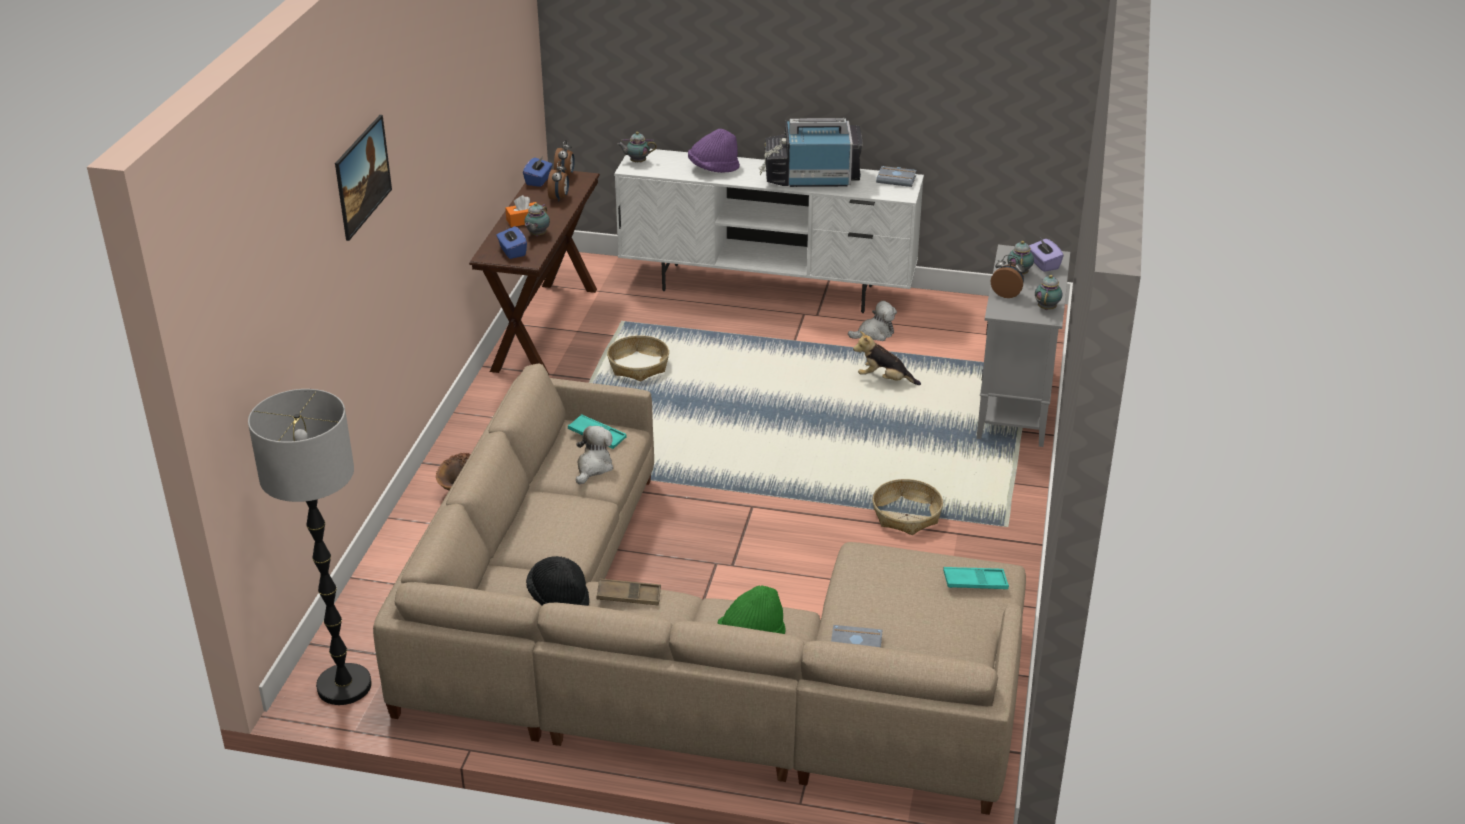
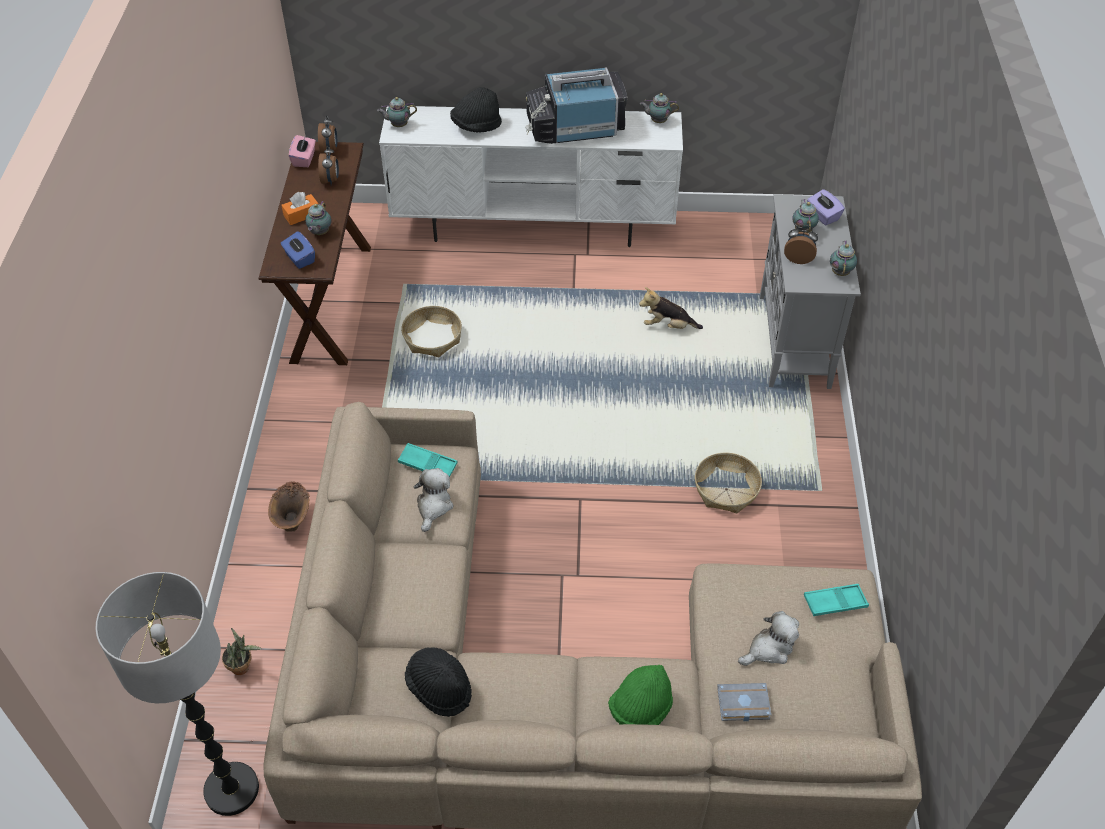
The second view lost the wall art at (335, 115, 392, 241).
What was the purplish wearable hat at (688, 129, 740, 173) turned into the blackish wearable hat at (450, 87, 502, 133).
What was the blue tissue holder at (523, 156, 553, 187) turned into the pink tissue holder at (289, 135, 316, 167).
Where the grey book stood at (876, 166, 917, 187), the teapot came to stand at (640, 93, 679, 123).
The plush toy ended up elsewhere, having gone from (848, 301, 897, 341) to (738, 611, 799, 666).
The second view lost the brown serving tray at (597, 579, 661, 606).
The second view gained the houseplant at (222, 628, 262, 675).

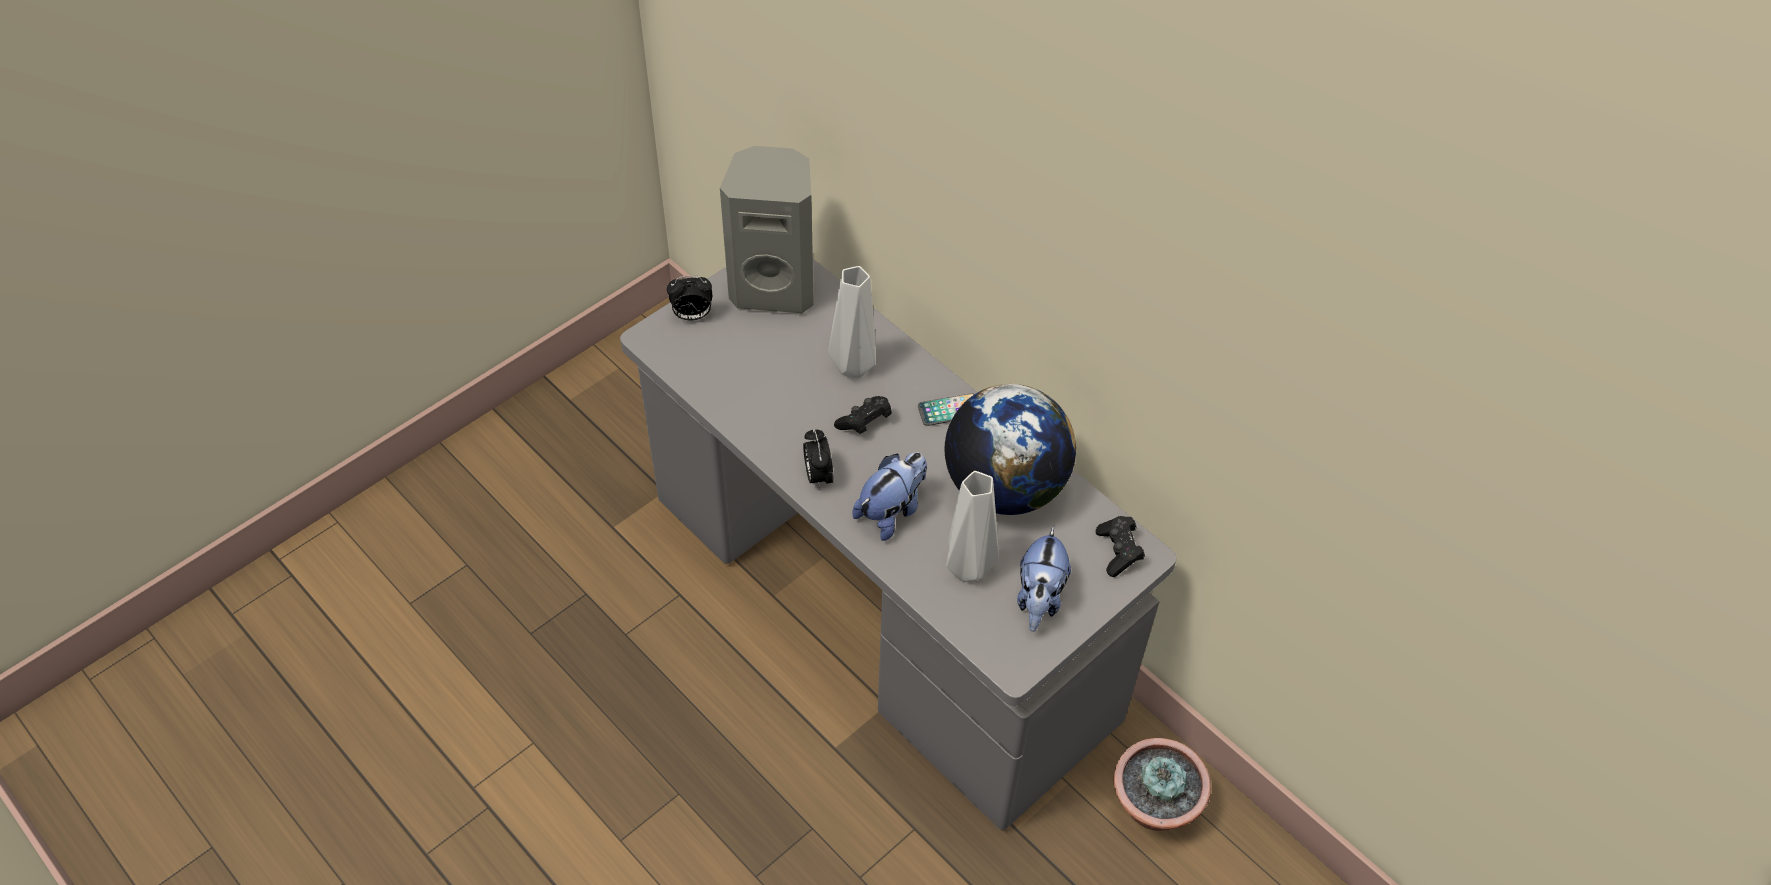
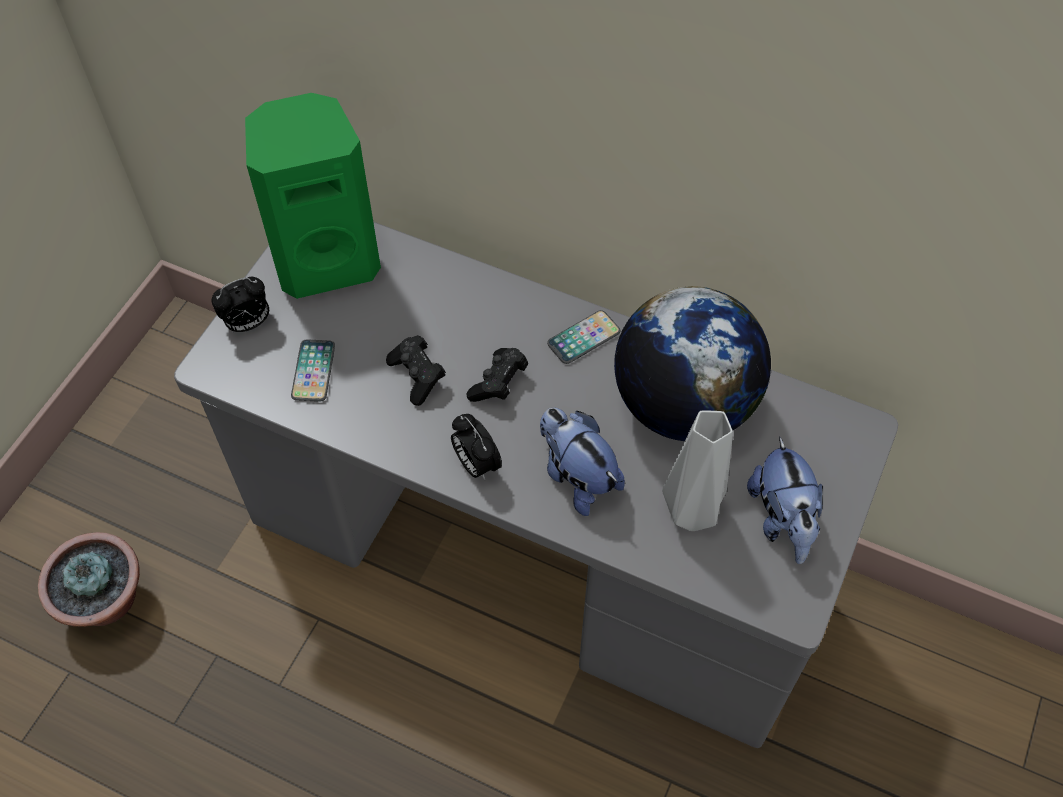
What was the grey speaker at (720, 146, 814, 313) turned into the green-coloured speaker at (245, 93, 381, 299).
The second view lost the grey vase at (828, 266, 875, 378).
The plush toy at (853, 452, 927, 541) ended up facing another way, 60 degrees counterclockwise from before.
The blackish gamepad ended up elsewhere, having gone from (1096, 516, 1145, 577) to (386, 335, 446, 406).
The houseplant ended up elsewhere, having gone from (1113, 738, 1211, 831) to (38, 532, 140, 627).
The second view gained the telephone at (291, 339, 335, 402).

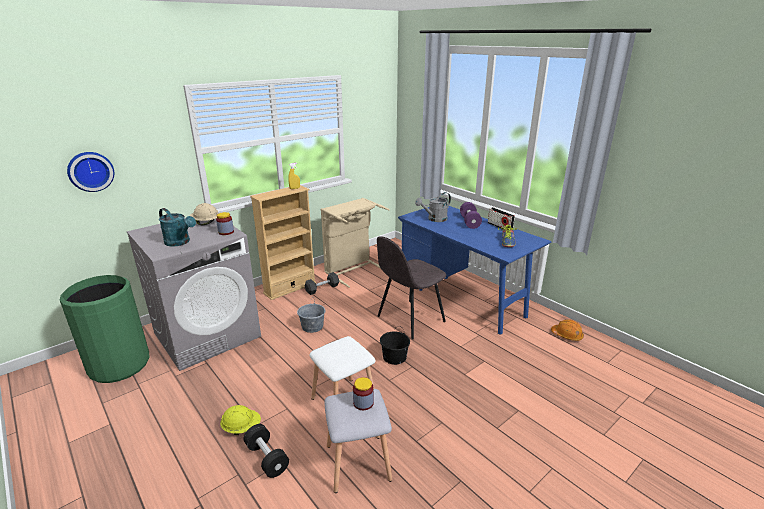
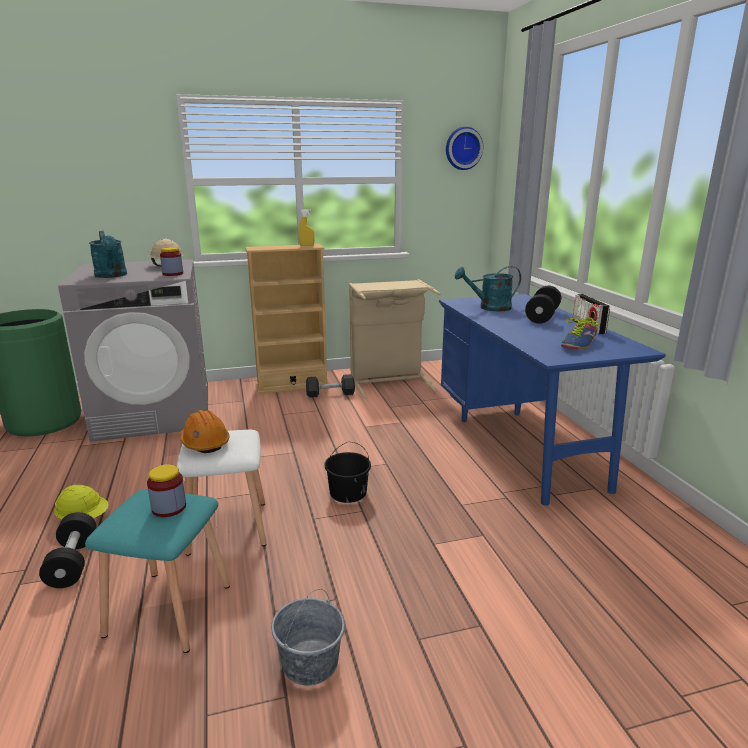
The clock on the wall ended up elsewhere, having gone from (67, 152, 114, 192) to (446, 127, 483, 170).
What was the grey watering pot at (415, 192, 451, 222) turned into the turquoise watering pot at (455, 266, 521, 311).
What was the purplish hand weight at (460, 202, 482, 229) turned into the blackish hand weight at (525, 286, 561, 324).
The second view lost the grey plain chair at (377, 236, 446, 339).
The grey pail ended up elsewhere, having gone from (297, 297, 325, 333) to (271, 589, 345, 685).
The orange work helmet ended up elsewhere, having gone from (551, 319, 584, 341) to (180, 410, 230, 453).
What was the grey stool seat at (324, 389, 392, 493) turned into the turquoise stool seat at (85, 489, 230, 653).

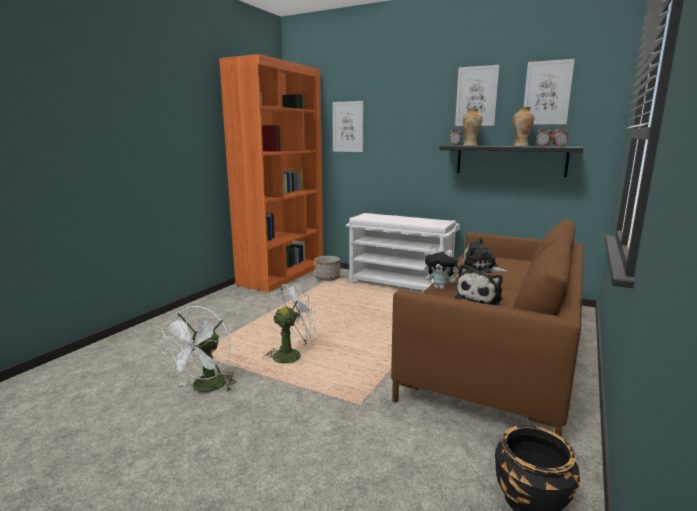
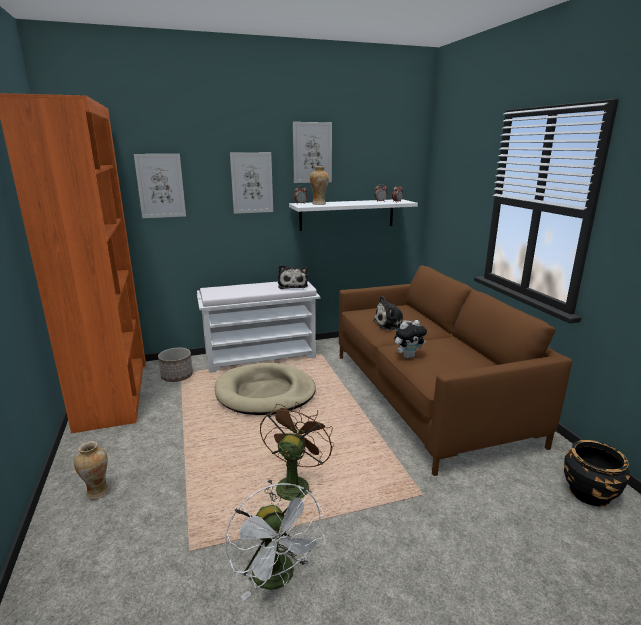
The wall art ended up elsewhere, having gone from (524, 59, 575, 125) to (230, 152, 273, 214).
The vase ended up elsewhere, having gone from (513, 107, 534, 146) to (74, 441, 110, 500).
What was the blackish shelf at (439, 145, 583, 177) turned into the white shelf at (289, 199, 418, 231).
The plush toy ended up elsewhere, having gone from (454, 264, 503, 306) to (278, 265, 308, 289).
What was the white fan at (263, 282, 318, 364) turned into the brown fan at (260, 402, 334, 506).
The second view gained the sand-coloured dog bed at (215, 363, 316, 415).

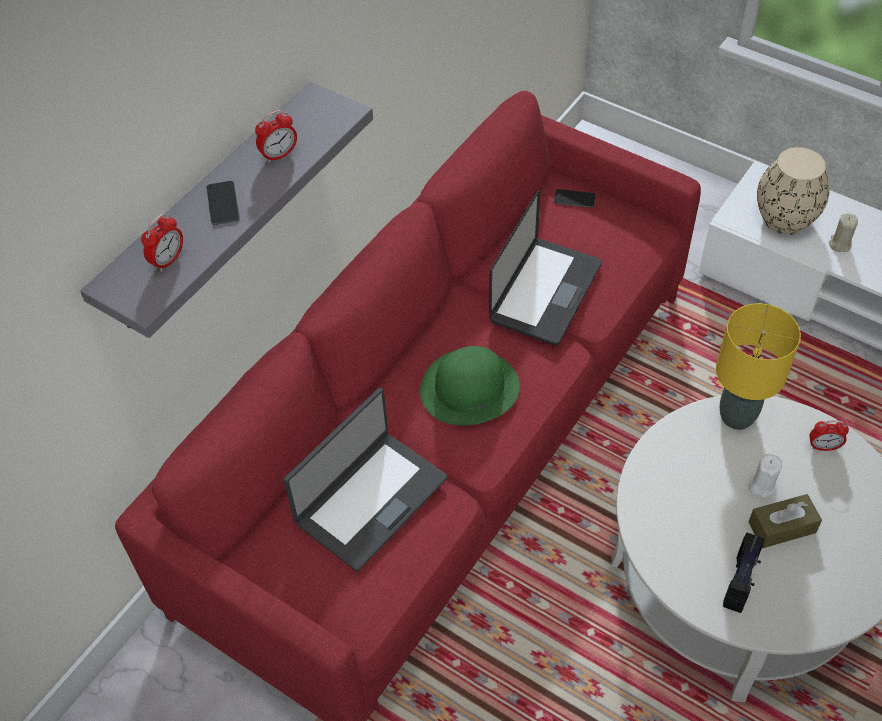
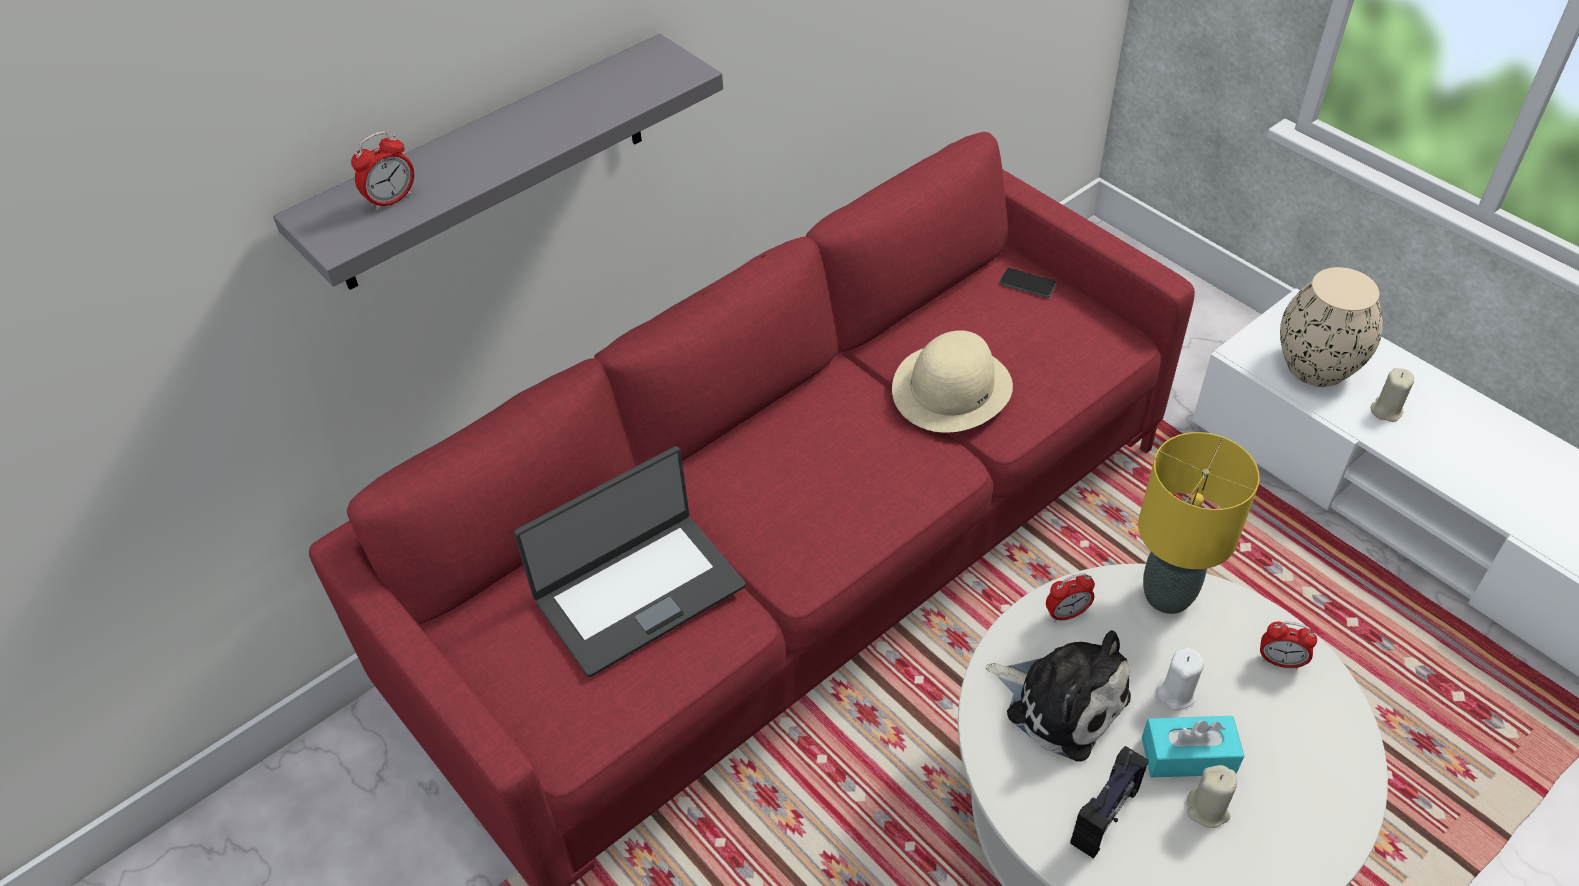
The table clock ended up elsewhere, having gone from (255, 110, 297, 163) to (1046, 573, 1095, 622).
The second view lost the telephone at (207, 181, 240, 225).
Where the laptop stood at (489, 189, 602, 346), the sand-coloured wearable hat came to stand at (892, 330, 1013, 433).
The second view lost the green-coloured wearable hat at (420, 346, 520, 425).
What was the brown tissue holder at (749, 494, 822, 548) turned into the turquoise tissue holder at (1142, 716, 1244, 778).
The second view gained the plush toy at (985, 630, 1131, 762).
The second view gained the sand-coloured candle at (1187, 765, 1237, 828).

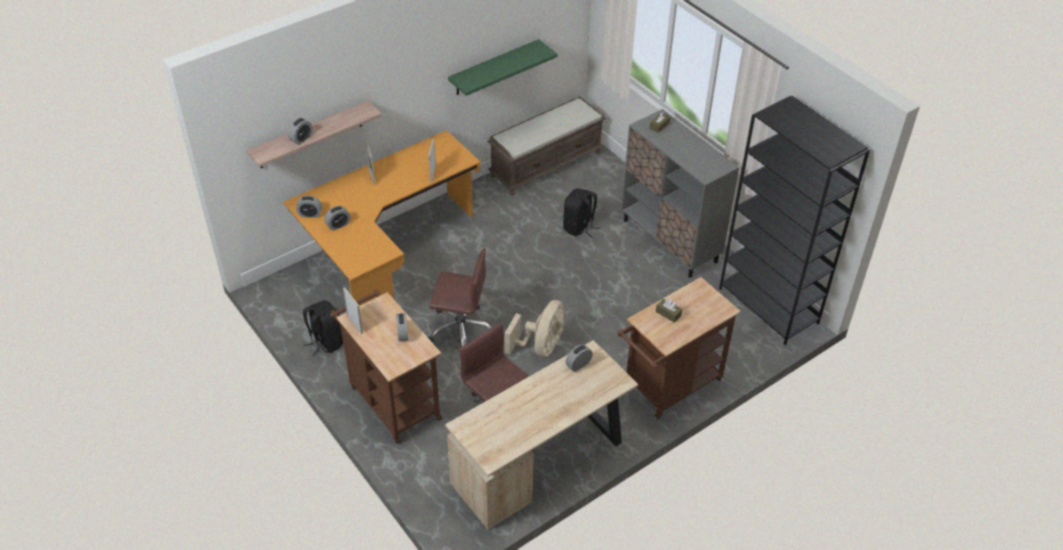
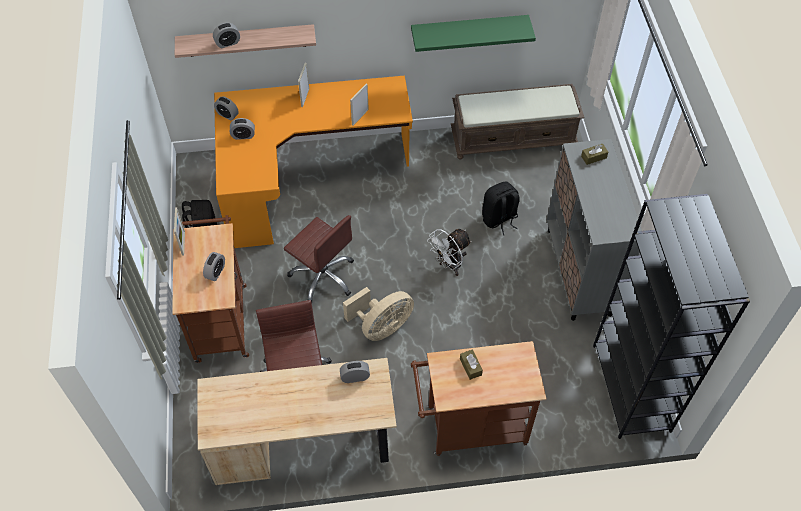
The second view gained the white fan at (427, 229, 472, 276).

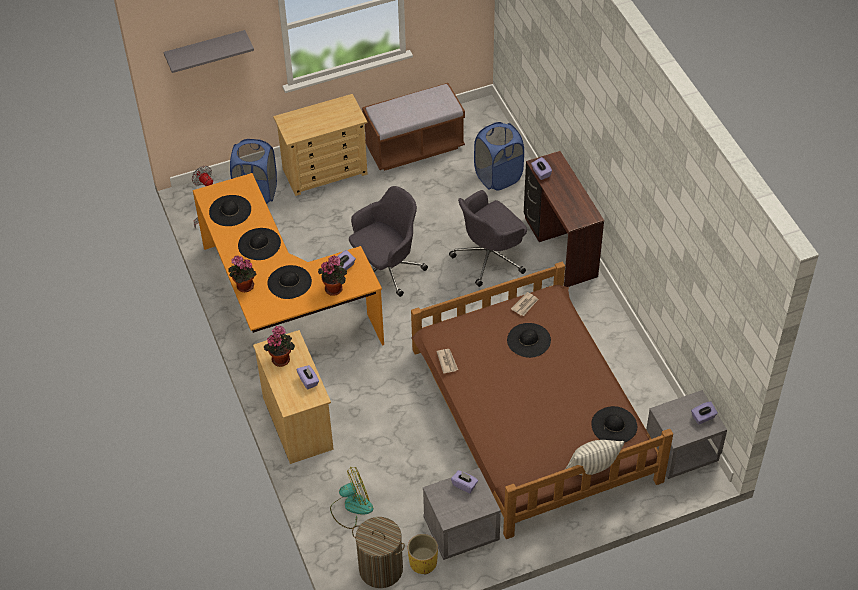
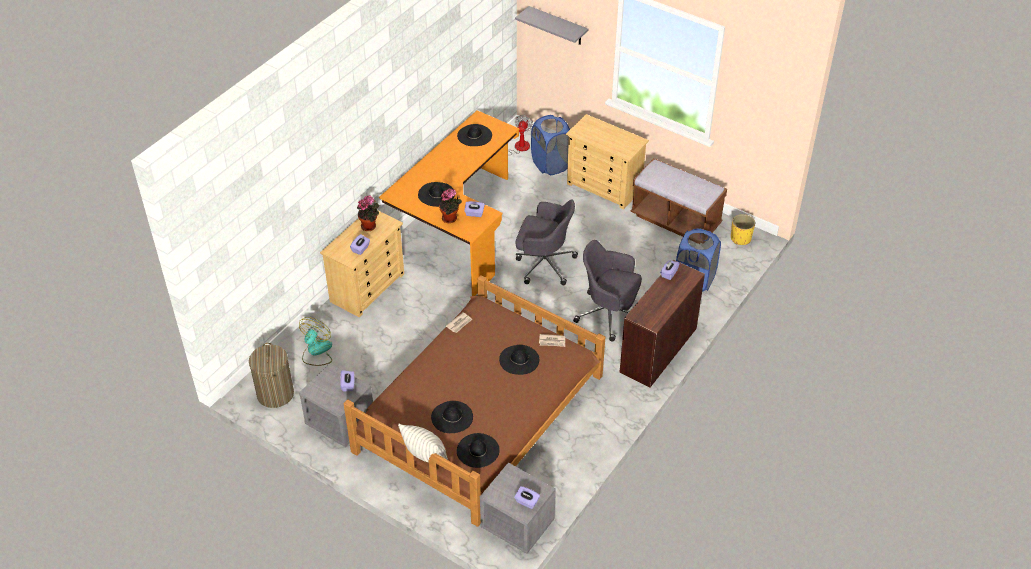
The blackish wearable hat ended up elsewhere, having gone from (238, 228, 281, 260) to (431, 401, 473, 433).
The second view lost the houseplant at (228, 256, 256, 292).
The fan at (330, 467, 373, 529) ended up facing another way, 105 degrees counterclockwise from before.
The yellowish plant pot ended up elsewhere, having gone from (408, 534, 438, 574) to (731, 214, 755, 245).

